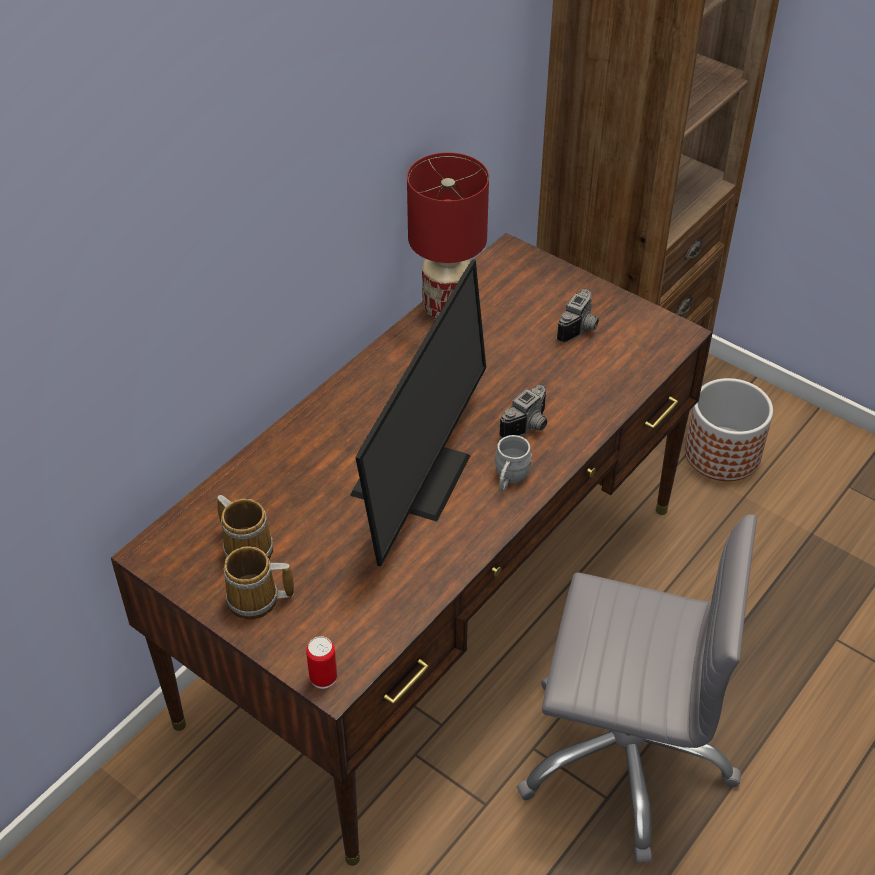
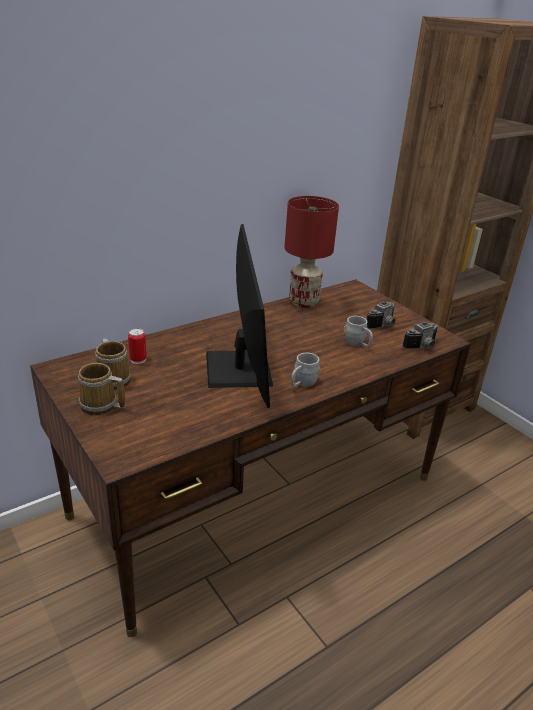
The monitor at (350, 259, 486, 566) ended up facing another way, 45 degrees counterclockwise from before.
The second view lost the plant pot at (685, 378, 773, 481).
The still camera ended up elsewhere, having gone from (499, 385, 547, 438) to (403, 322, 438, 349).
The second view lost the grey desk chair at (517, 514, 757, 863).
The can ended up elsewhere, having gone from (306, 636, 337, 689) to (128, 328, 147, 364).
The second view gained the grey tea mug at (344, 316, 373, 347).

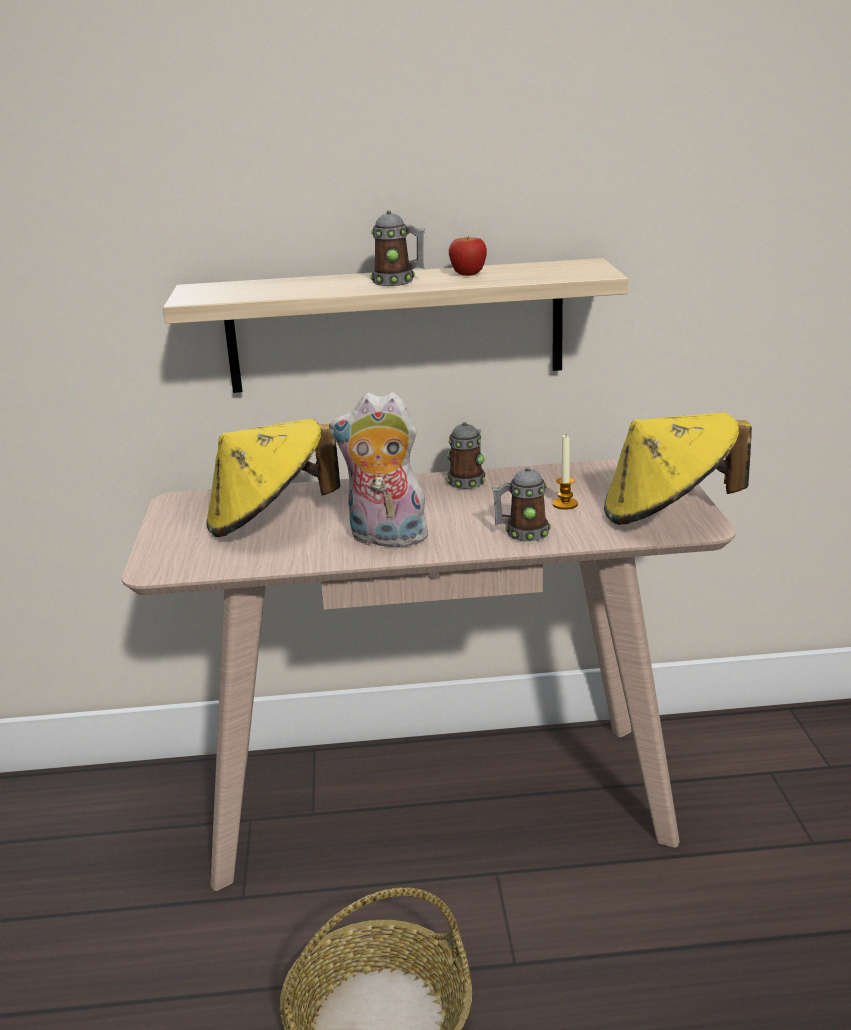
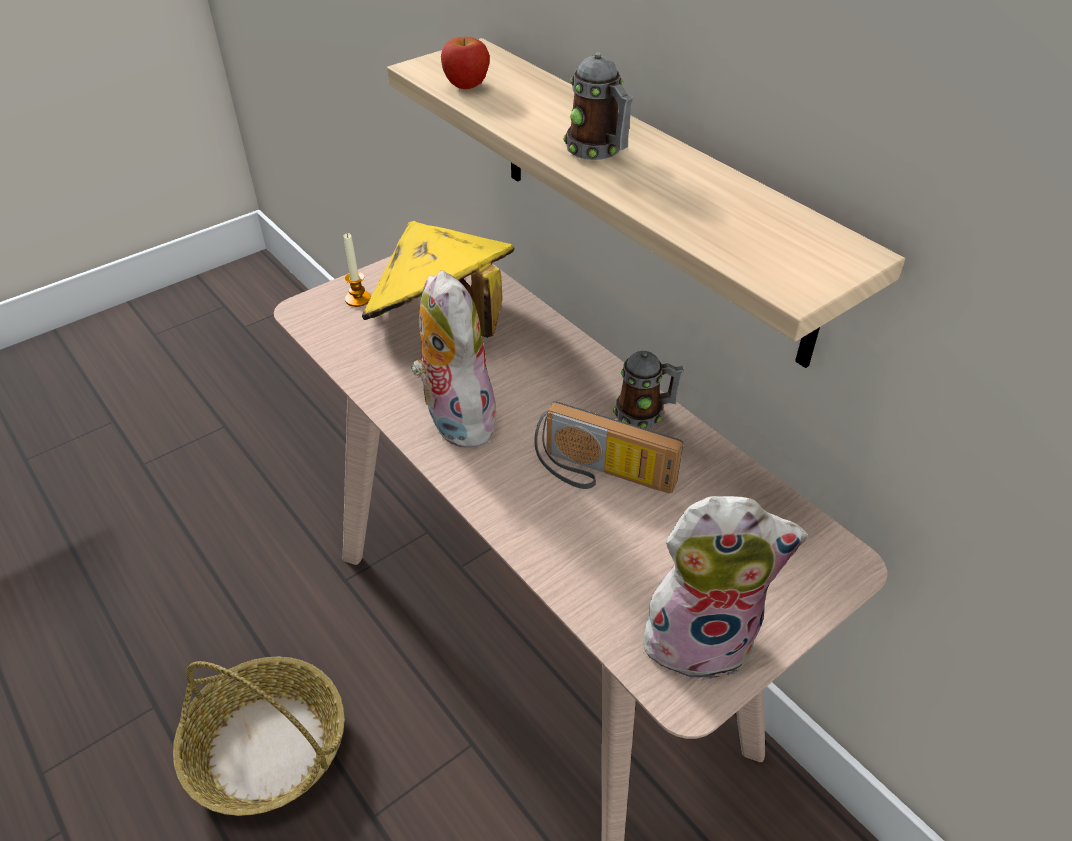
The apple fruit ended up elsewhere, having gone from (449, 236, 487, 276) to (441, 37, 490, 89).
Where the yellowish wearable hat stood at (604, 413, 752, 525), the plush toy came to stand at (643, 496, 808, 681).
The candle ended up elsewhere, having gone from (553, 435, 578, 510) to (344, 233, 371, 307).
The second view lost the tea mug at (492, 467, 551, 542).
The second view gained the radio receiver at (534, 401, 684, 493).

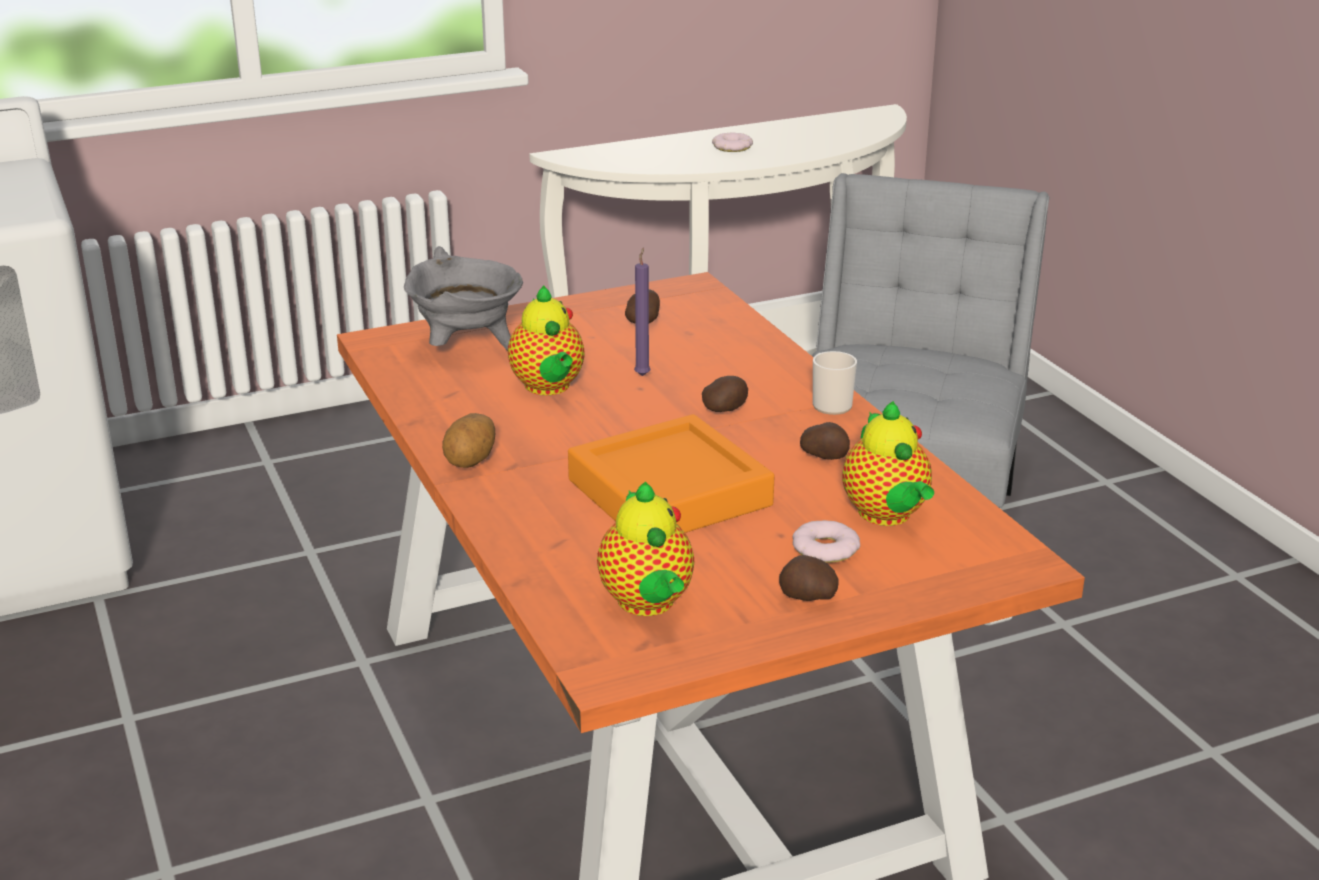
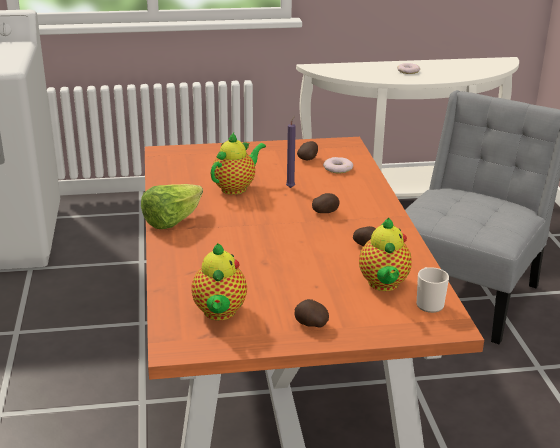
The second view lost the grey saucepot at (404, 246, 523, 351).
The teapot at (508, 286, 585, 395) ended up facing another way, 135 degrees counterclockwise from before.
The tea mug ended up elsewhere, having gone from (813, 351, 857, 415) to (416, 267, 449, 313).
Where the spud stood at (442, 413, 495, 468), the lettuce came to stand at (141, 184, 203, 229).
The second view lost the orange serving tray at (568, 414, 775, 533).
The donut ended up elsewhere, having gone from (793, 520, 860, 563) to (323, 157, 353, 173).

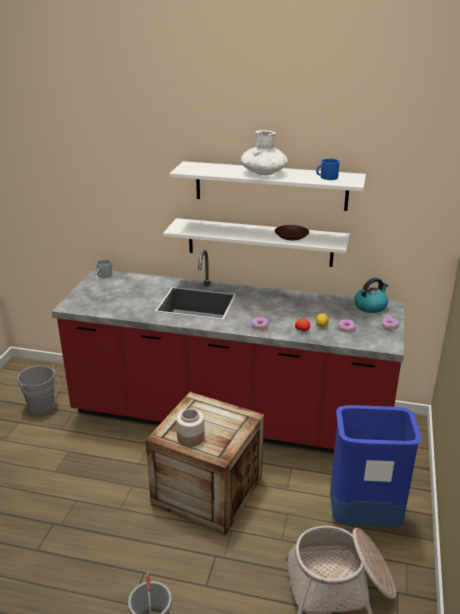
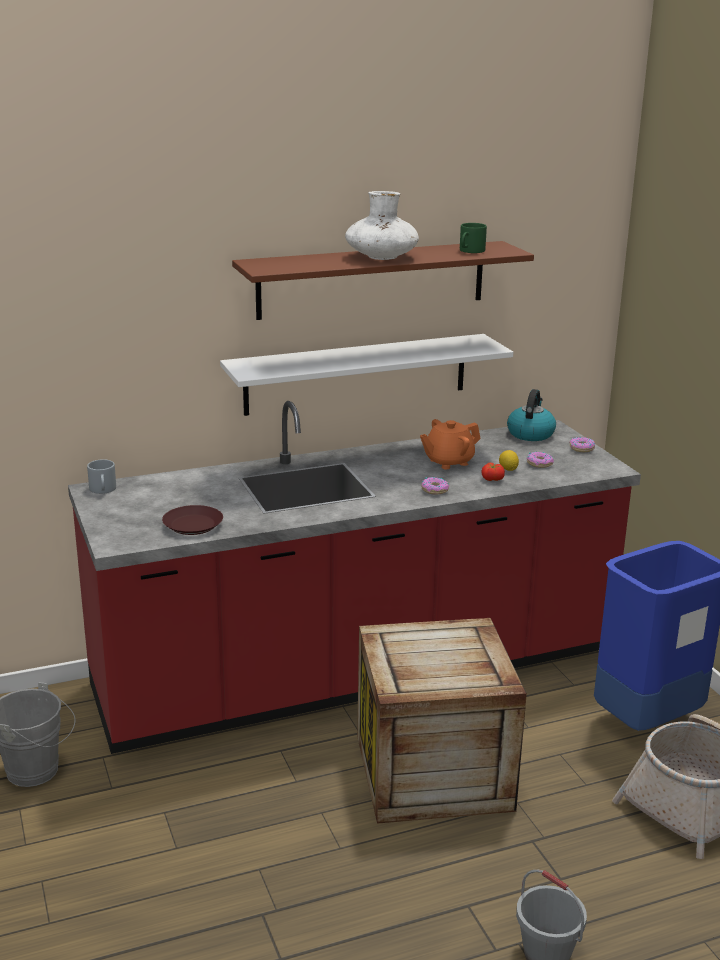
What was the blue tea mug at (316, 159, 339, 180) turned into the green-coloured tea mug at (460, 223, 487, 253).
What was the white shelf at (170, 161, 366, 211) turned into the brown shelf at (232, 241, 534, 320).
The brown flat dish ended up elsewhere, having gone from (275, 225, 309, 240) to (162, 505, 223, 535).
The second view lost the preserve jar at (176, 409, 205, 447).
The second view gained the orange teapot at (420, 419, 481, 469).

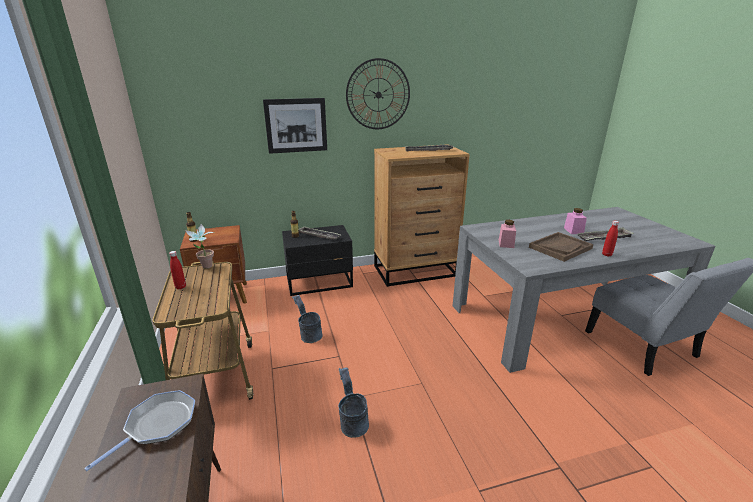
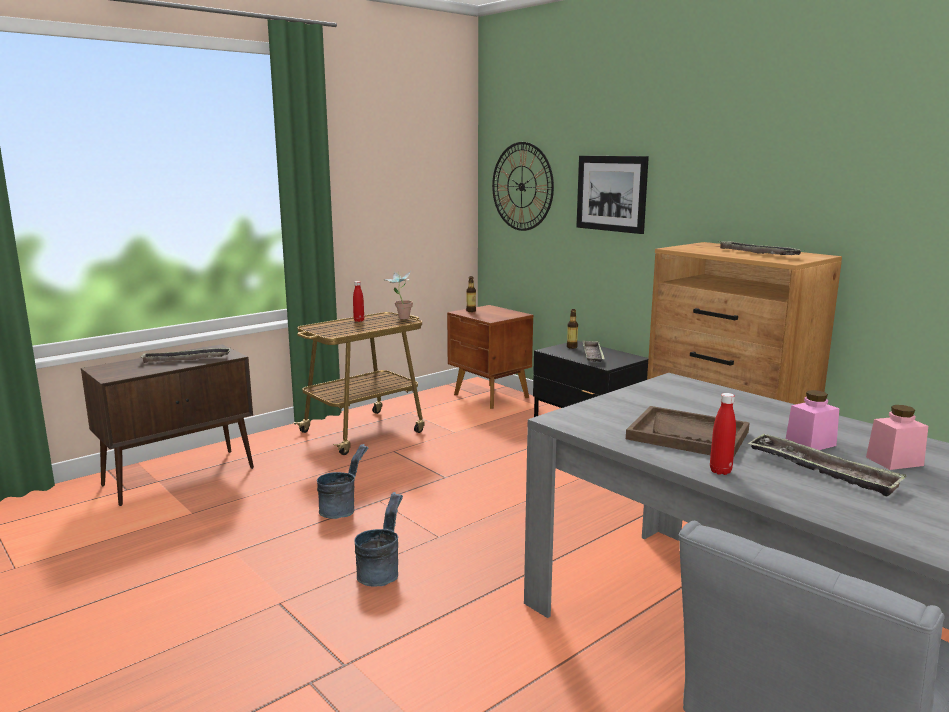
The clock on the wall ended up elsewhere, having gone from (346, 58, 410, 129) to (492, 142, 554, 231).
The pink preserve jar ended up elsewhere, having gone from (499, 220, 516, 248) to (866, 405, 928, 470).
The grey pail ended up elsewhere, having gone from (292, 295, 323, 343) to (354, 492, 403, 587).
Where the pan stood at (84, 390, 195, 471), the serving tray came to stand at (140, 348, 231, 363).

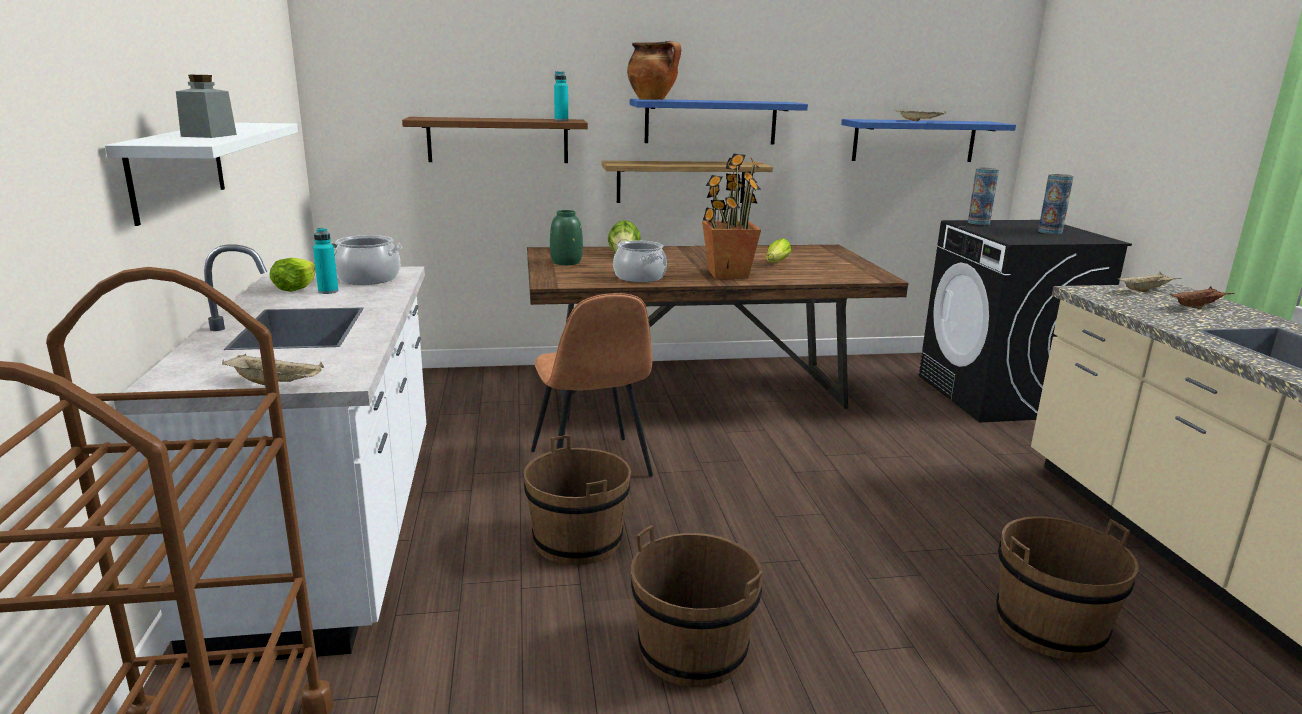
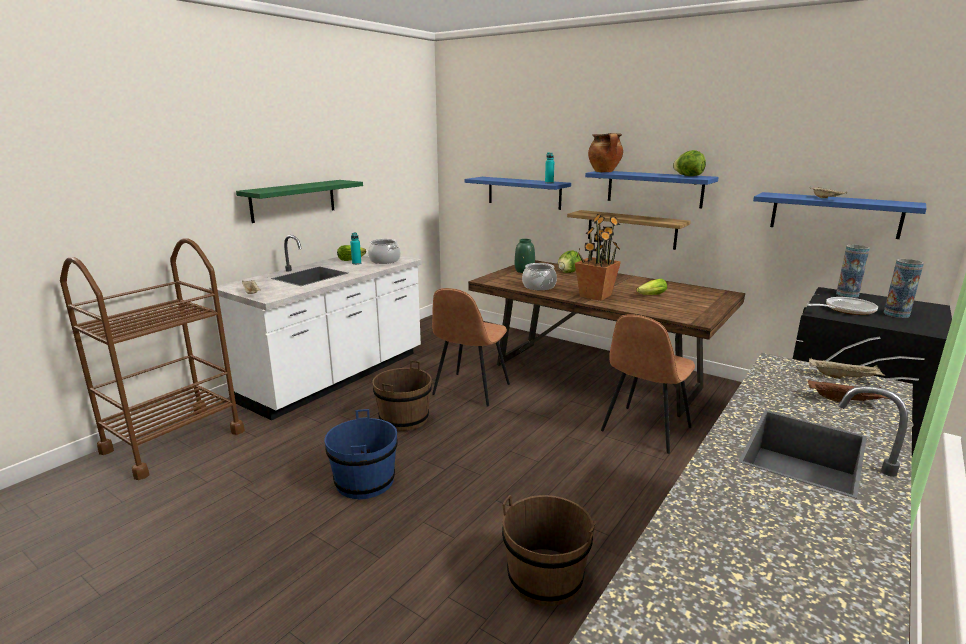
The second view lost the grey preserve jar at (176, 75, 237, 138).
What was the brown shelf at (402, 117, 588, 163) turned into the blue shelf at (465, 177, 571, 210).
What was the white shelf at (105, 123, 298, 226) turned into the green-coloured shelf at (236, 180, 363, 223).
What was the brown pail at (631, 525, 763, 687) turned into the blue pail at (325, 409, 398, 499).
The second view gained the lettuce at (673, 150, 706, 176).
The second view gained the pan at (806, 297, 878, 315).
The second view gained the brown plain chair at (601, 314, 695, 454).

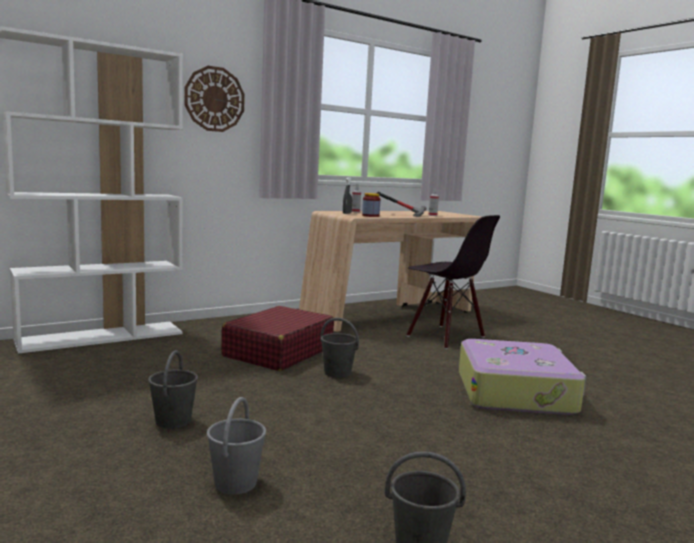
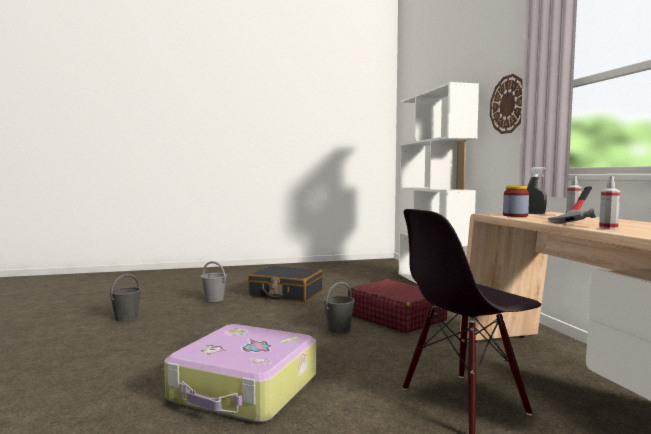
Where the grey pail stood at (148, 350, 198, 429), the blackish suitcase came to stand at (248, 265, 323, 302).

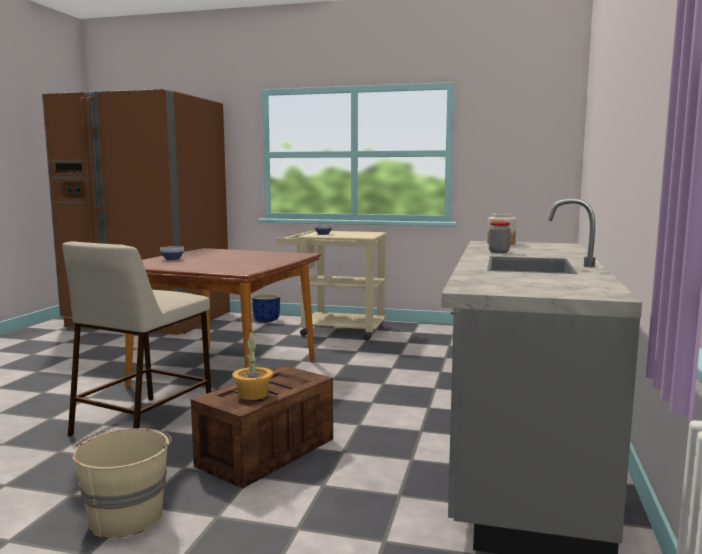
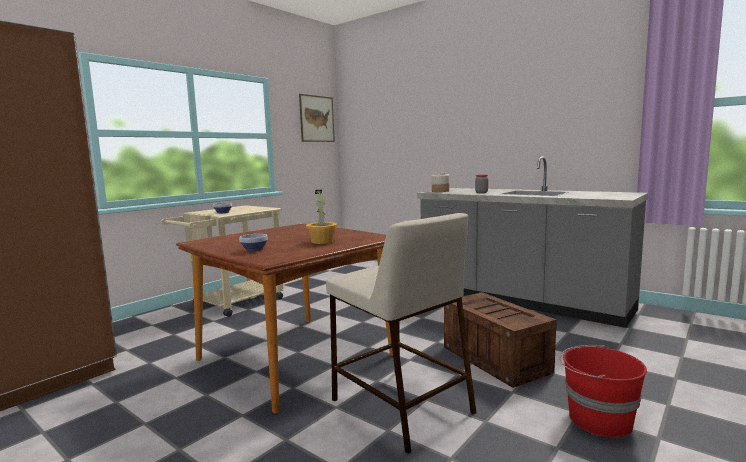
The second view lost the blue plant pot at (252, 294, 280, 322).
The houseplant ended up elsewhere, having gone from (232, 329, 273, 400) to (306, 190, 337, 244).
What was the sand-coloured pail at (72, 428, 172, 538) turned into the reddish pail at (559, 345, 647, 437).
The second view gained the wall art at (299, 94, 335, 142).

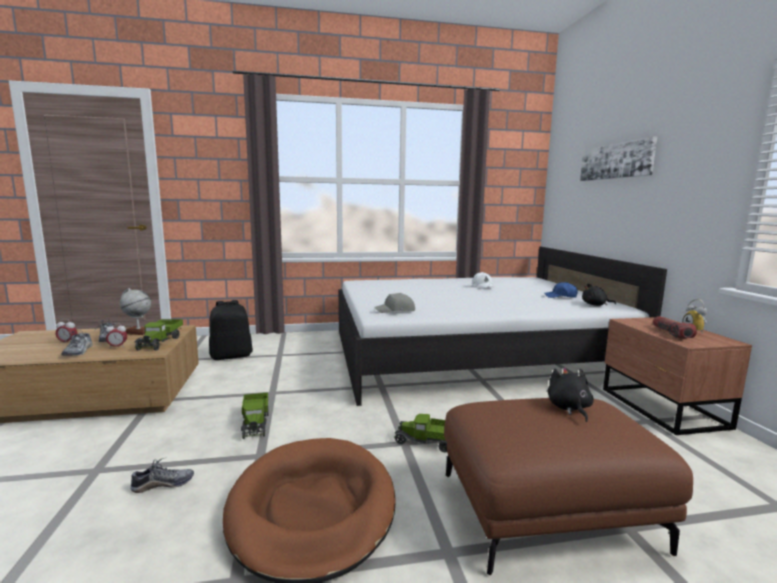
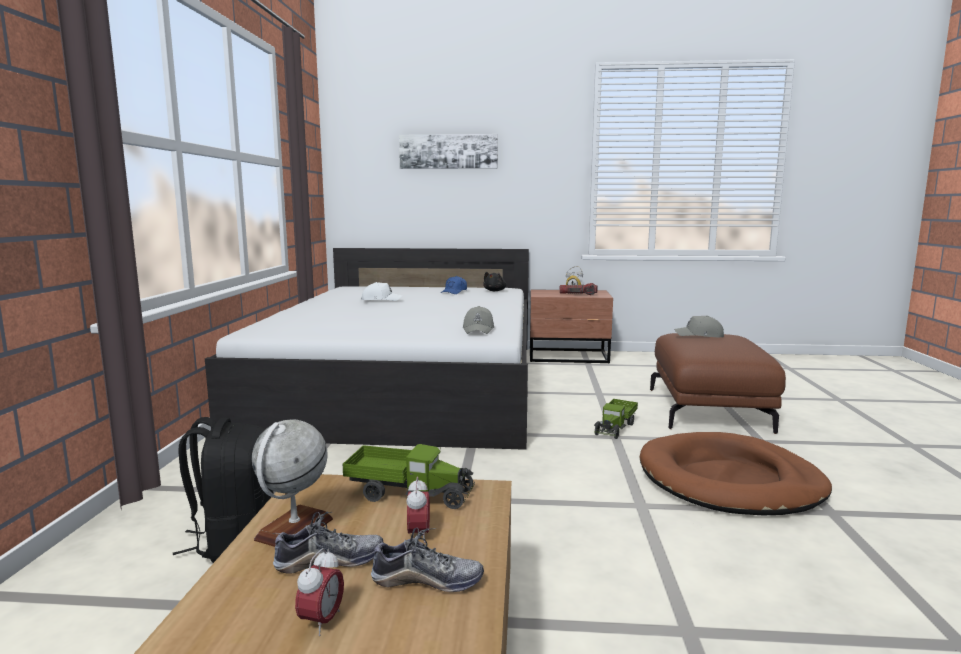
Where the blackish plush toy stood at (548, 367, 594, 422), the grey baseball cap came to stand at (674, 315, 724, 337).
The second view lost the toy lorry at (241, 393, 269, 439).
The second view lost the shoe at (130, 458, 194, 493).

